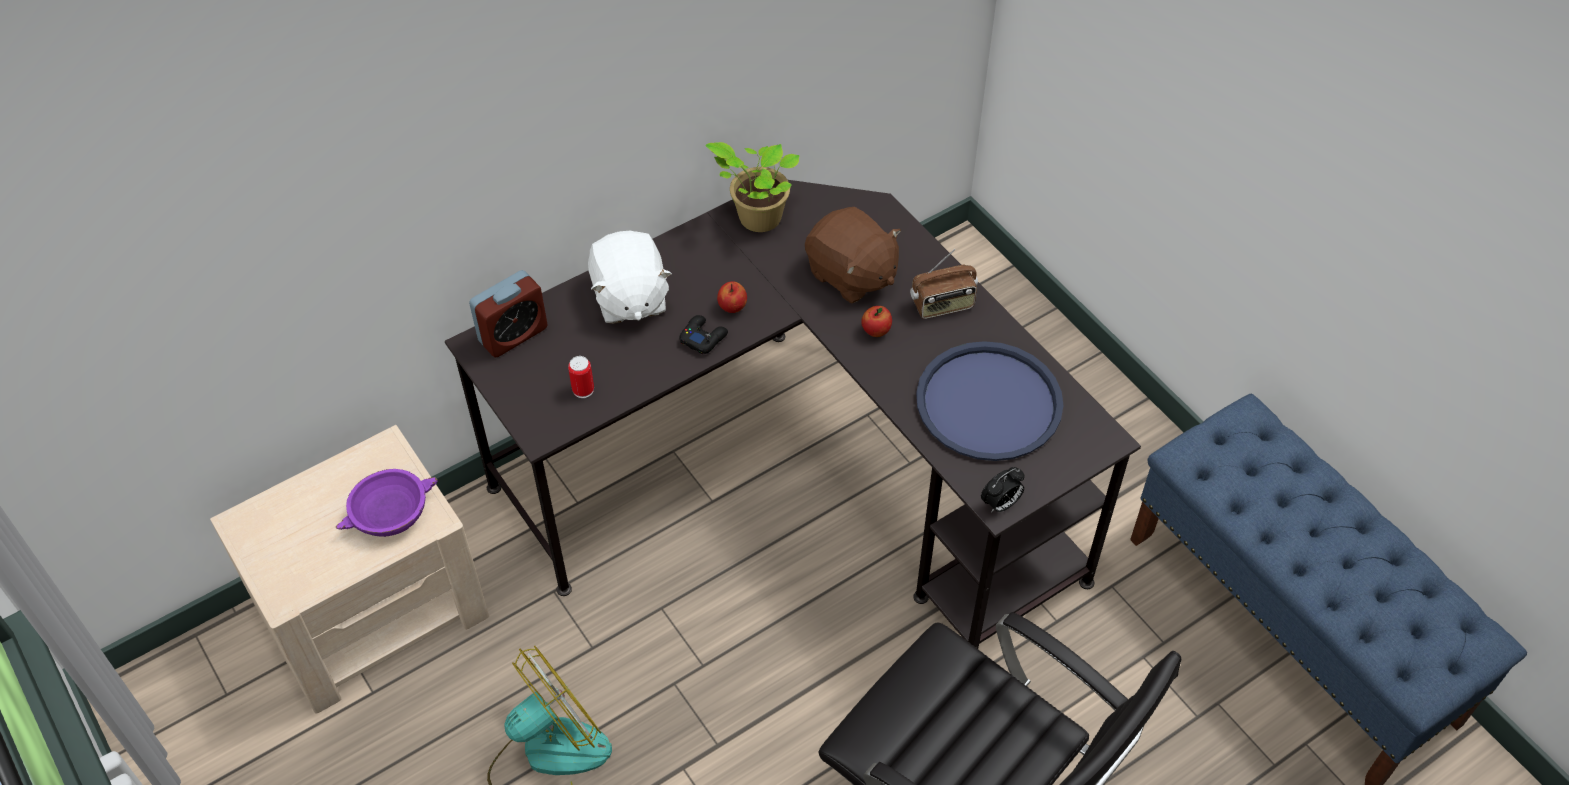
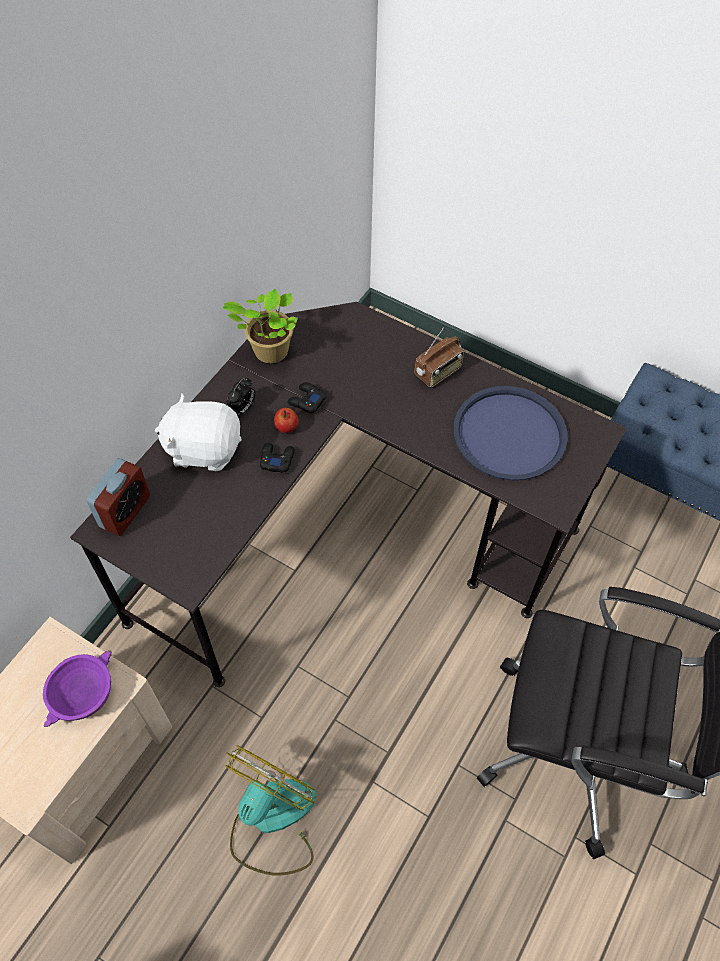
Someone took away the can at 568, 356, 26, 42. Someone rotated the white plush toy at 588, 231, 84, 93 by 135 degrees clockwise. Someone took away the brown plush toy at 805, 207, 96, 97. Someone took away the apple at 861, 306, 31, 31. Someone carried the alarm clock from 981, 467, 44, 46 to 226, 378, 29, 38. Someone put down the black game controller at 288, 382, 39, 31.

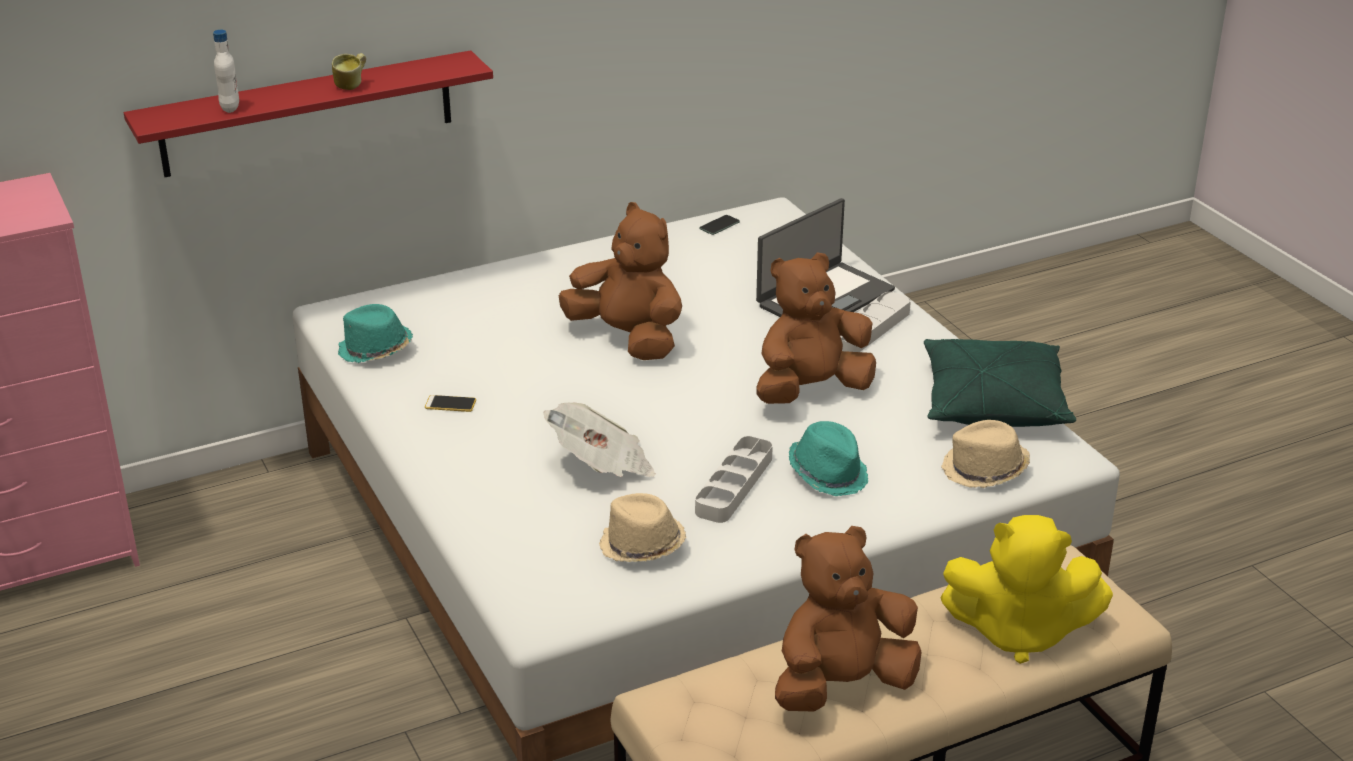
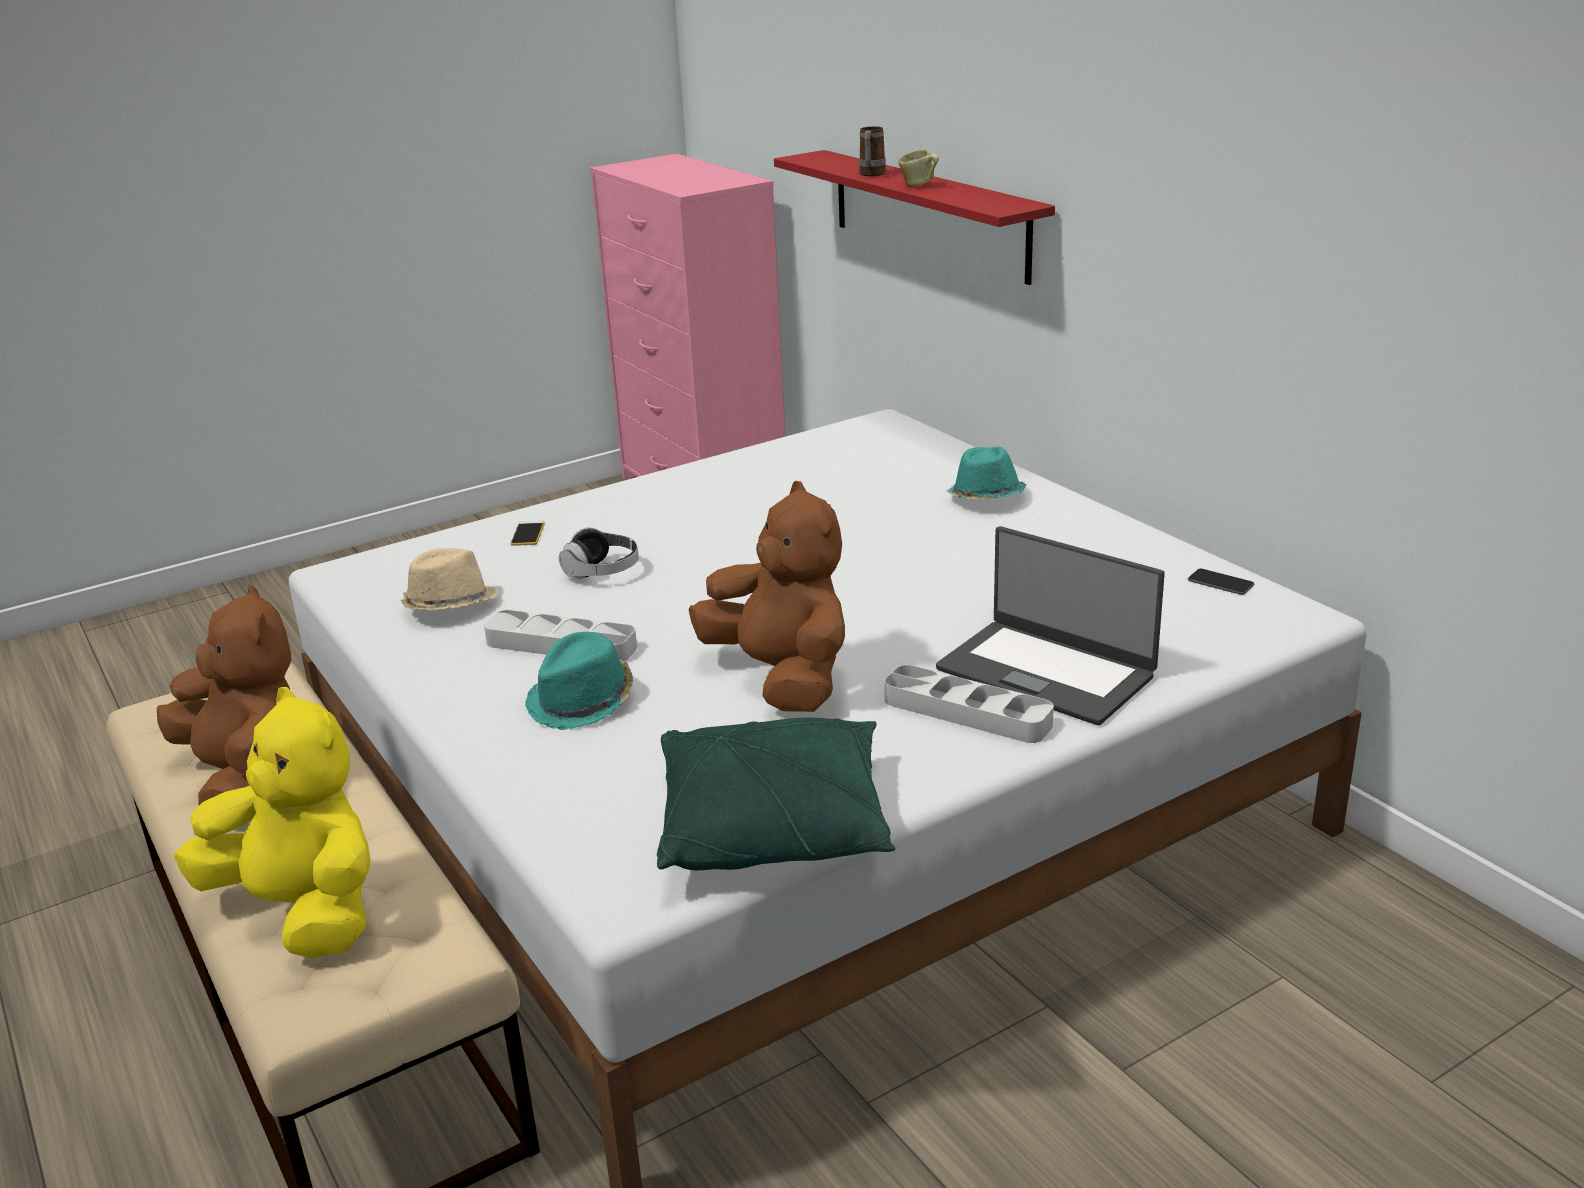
Someone took away the white bottle at 213, 30, 26, 83. Someone carried the turquoise hat from 338, 304, 75, 59 to 946, 446, 81, 54. Someone carried the phone from 425, 395, 51, 17 to 510, 521, 35, 25. Someone swapped the newspaper at 543, 403, 113, 74 for the headphones at 559, 528, 80, 51. Someone took away the brown plush toy at 559, 202, 123, 158. Someone rotated the yellow plush toy at 940, 515, 173, 149 by 120 degrees clockwise. Someone took away the beige hat at 941, 420, 89, 68. Someone put down the mug at 859, 126, 27, 50.

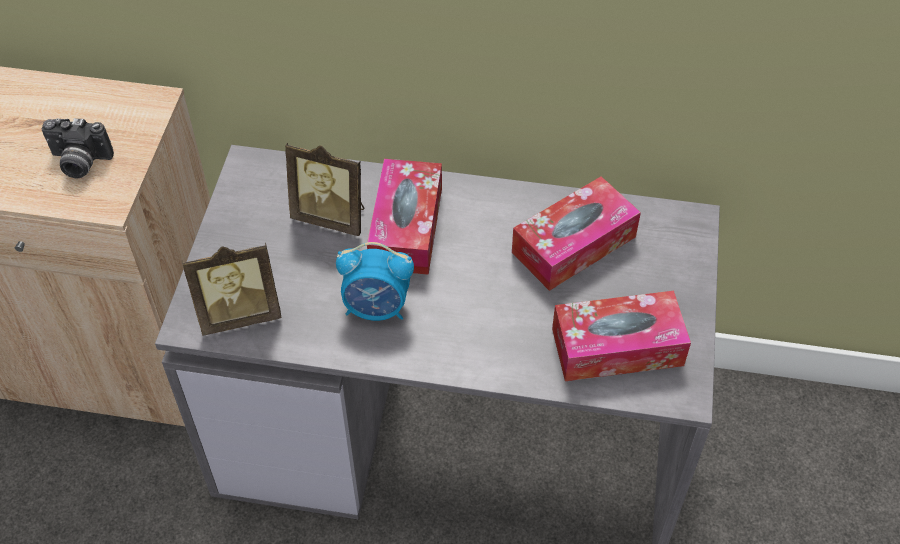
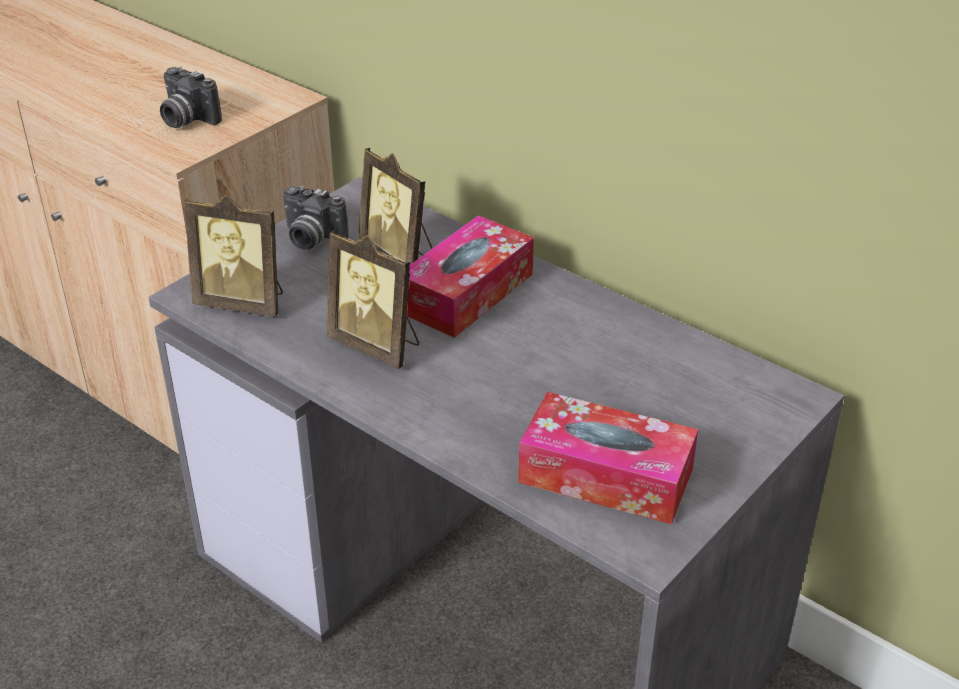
Someone swapped the alarm clock at 336, 242, 78, 79 for the picture frame at 326, 230, 93, 139. Someone took away the tissue box at 512, 176, 129, 115. Someone put down the photo camera at 283, 186, 66, 64.

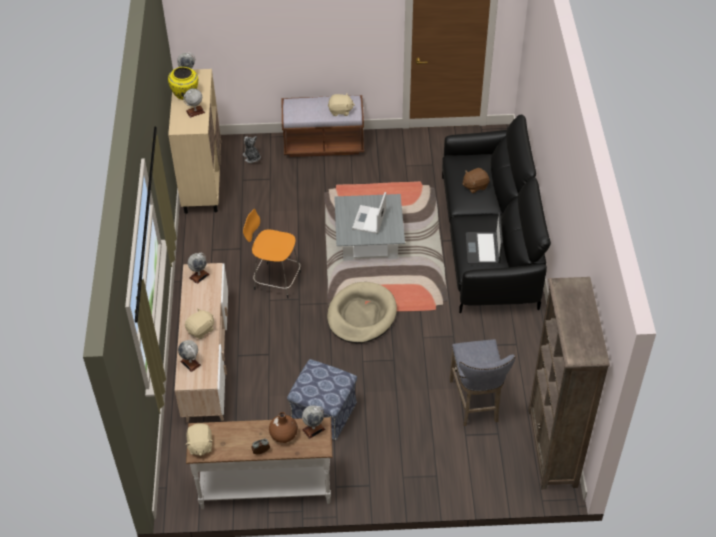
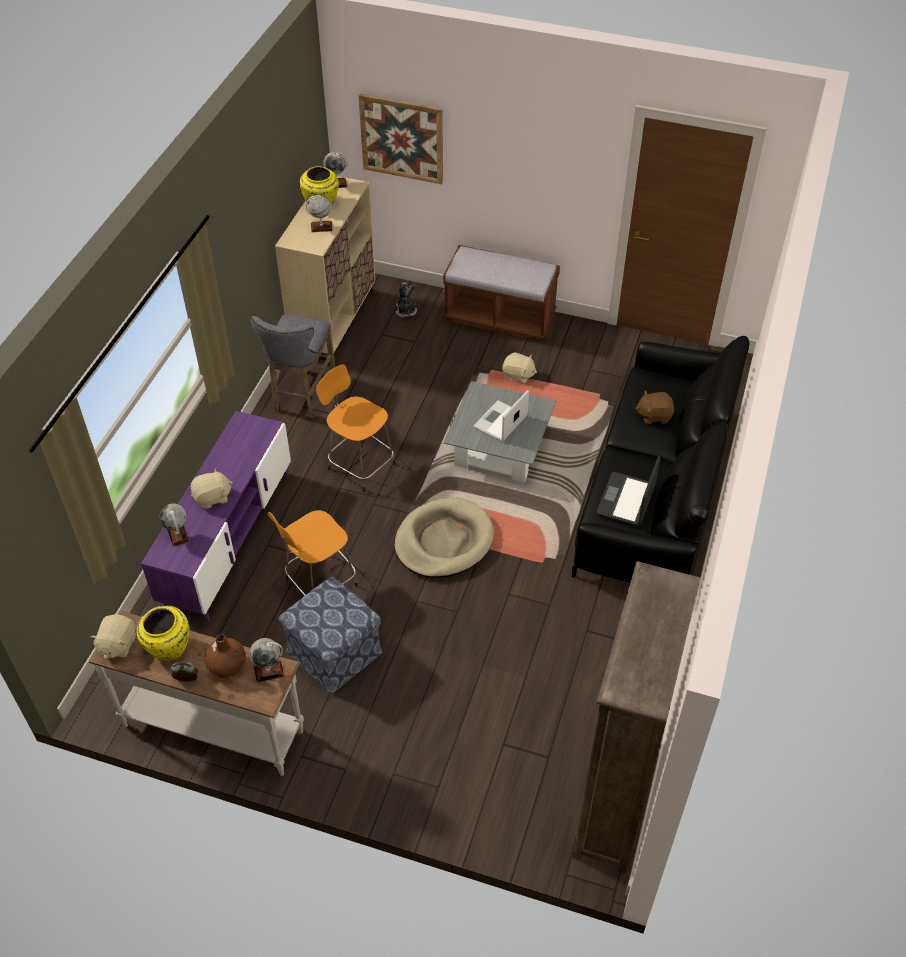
Someone repainted the beige tv stand at 175, 263, 53, 159, which became the purple tv stand at 141, 411, 150, 211. Someone took away the globe at 188, 253, 22, 31. Someone carried the beige plush toy from 328, 93, 27, 23 to 502, 353, 35, 31. Someone carried the grey stool from 449, 339, 66, 87 to 251, 315, 84, 103. Someone put down the yellow vase at 137, 606, 52, 54. Someone put down the orange stool at 268, 510, 90, 86. Someone put up the picture at 358, 94, 85, 90.

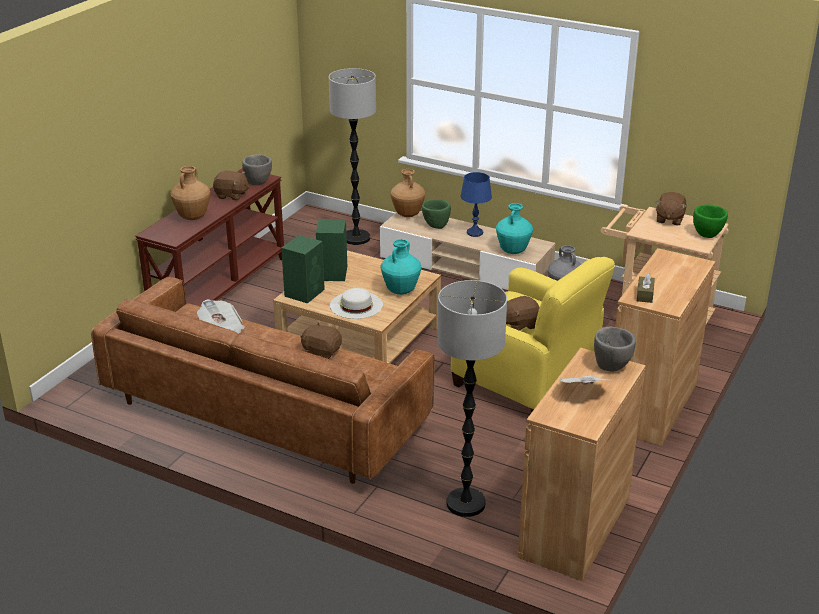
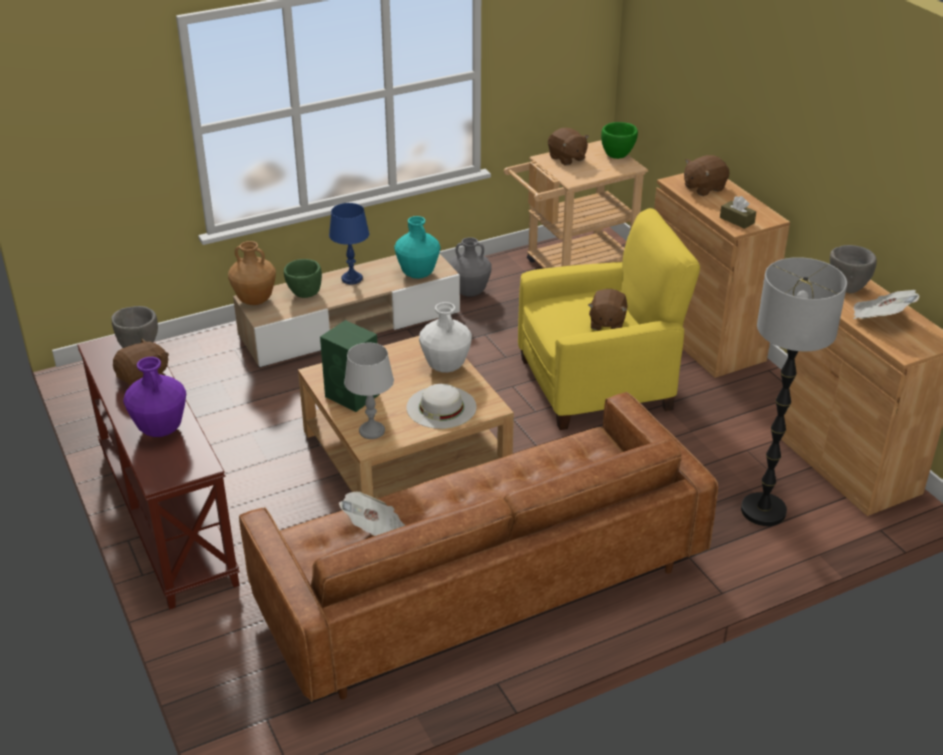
Someone repainted the brown vase at 170, 166, 40, 54, which became the purple vase at 123, 357, 63, 80. Someone swapped the green speaker at 281, 235, 44, 68 for the grey table lamp at 344, 343, 50, 96. Someone carried the brown plush toy from 301, 322, 41, 37 to 684, 155, 45, 41. Someone took away the floor lamp at 329, 68, 47, 177. Someone repainted the turquoise vase at 381, 239, 40, 56, which became the white vase at 419, 302, 53, 71.

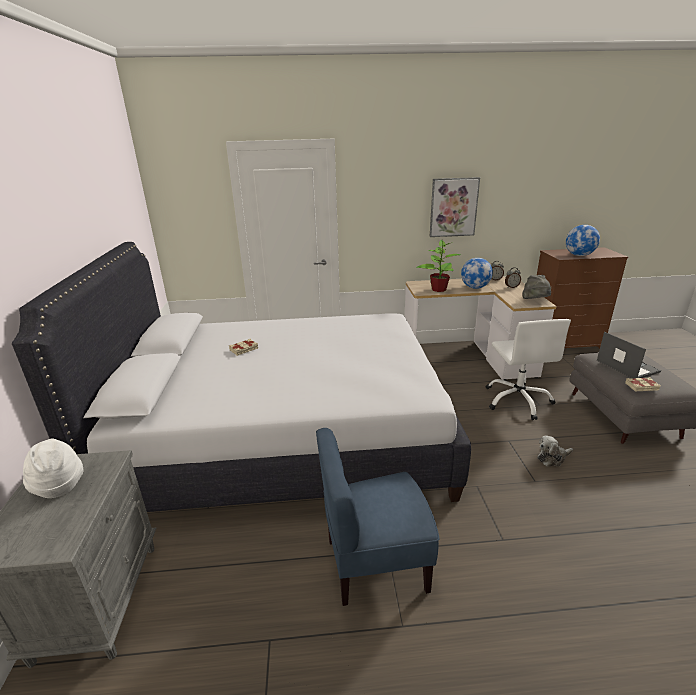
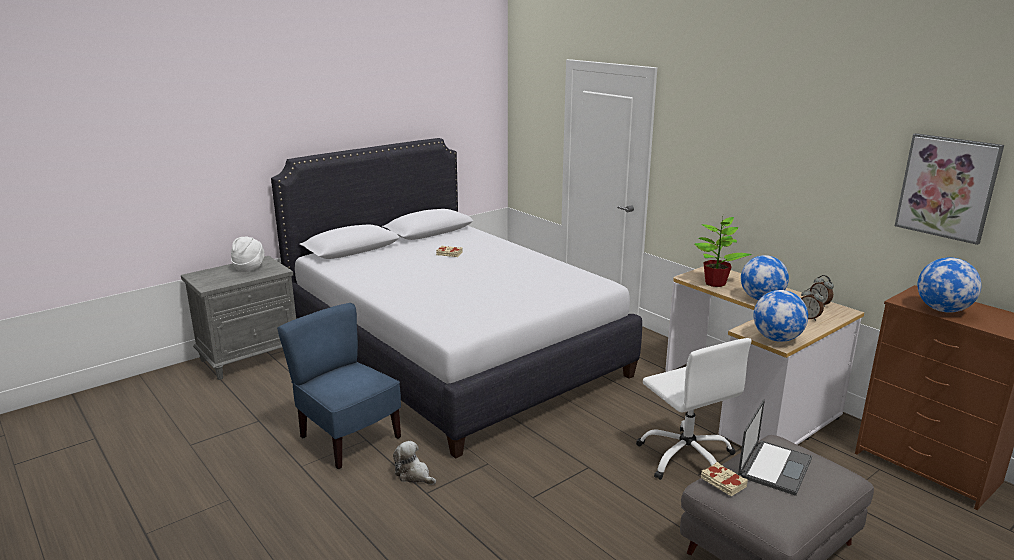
Someone carried the picture from 430, 177, 50, 60 to 895, 133, 109, 112. Someone rotated the white office chair at 486, 319, 85, 101 by 75 degrees counterclockwise. Someone swapped the grey hat at 522, 275, 29, 24 for the globe at 753, 290, 55, 52. Someone carried the plush toy from 537, 435, 36, 32 to 393, 441, 43, 44.

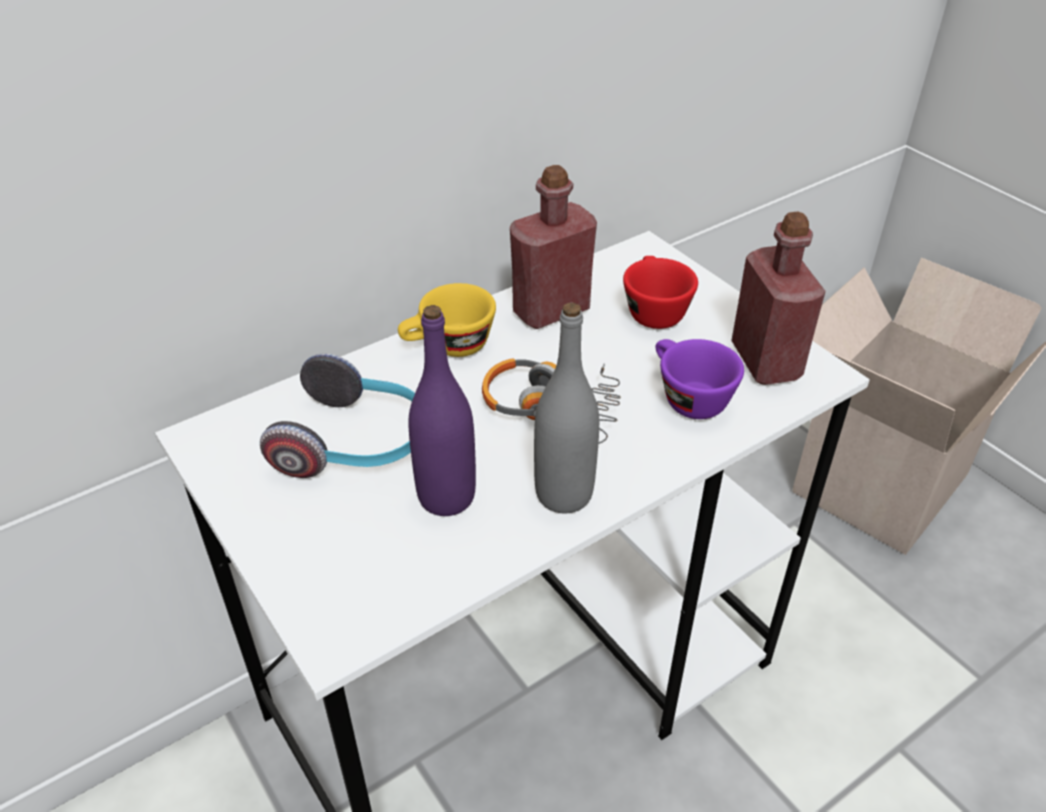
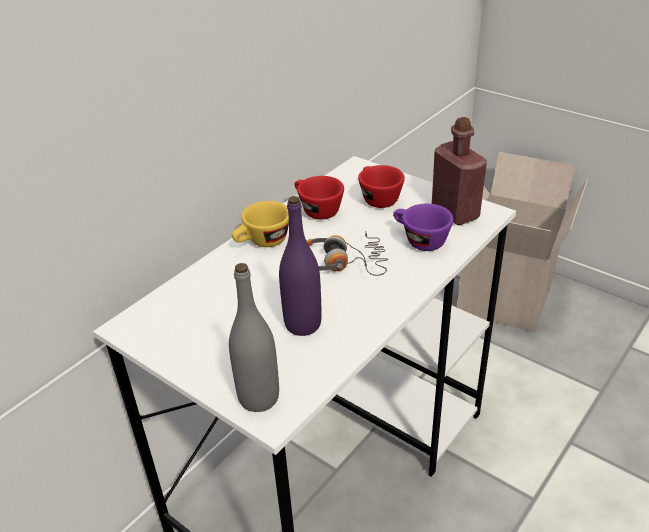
Someone took away the headphones at 260, 353, 155, 125. Someone swapped the red bottle at 510, 165, 87, 164 for the red cup at 295, 176, 49, 44. Someone carried the grey bottle from 534, 303, 65, 210 to 229, 263, 50, 149.

